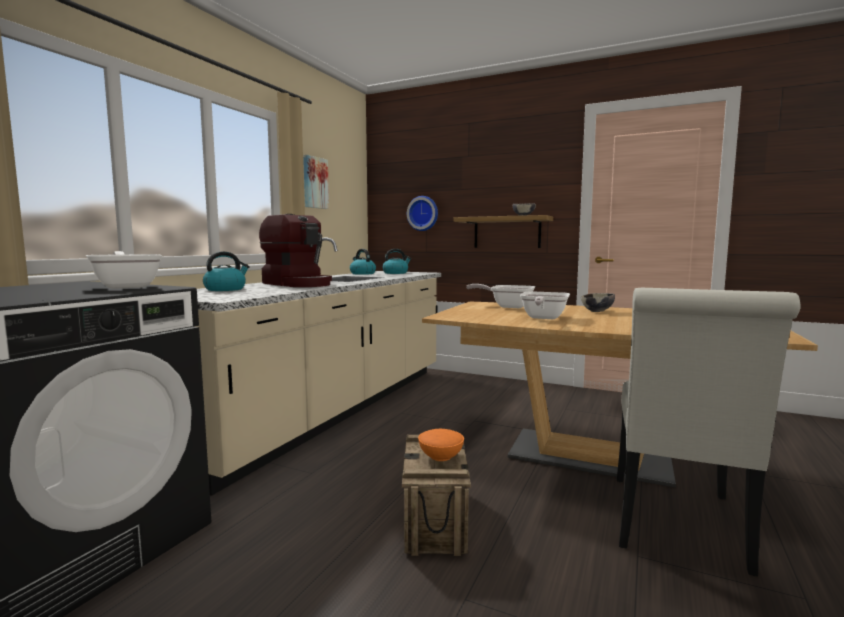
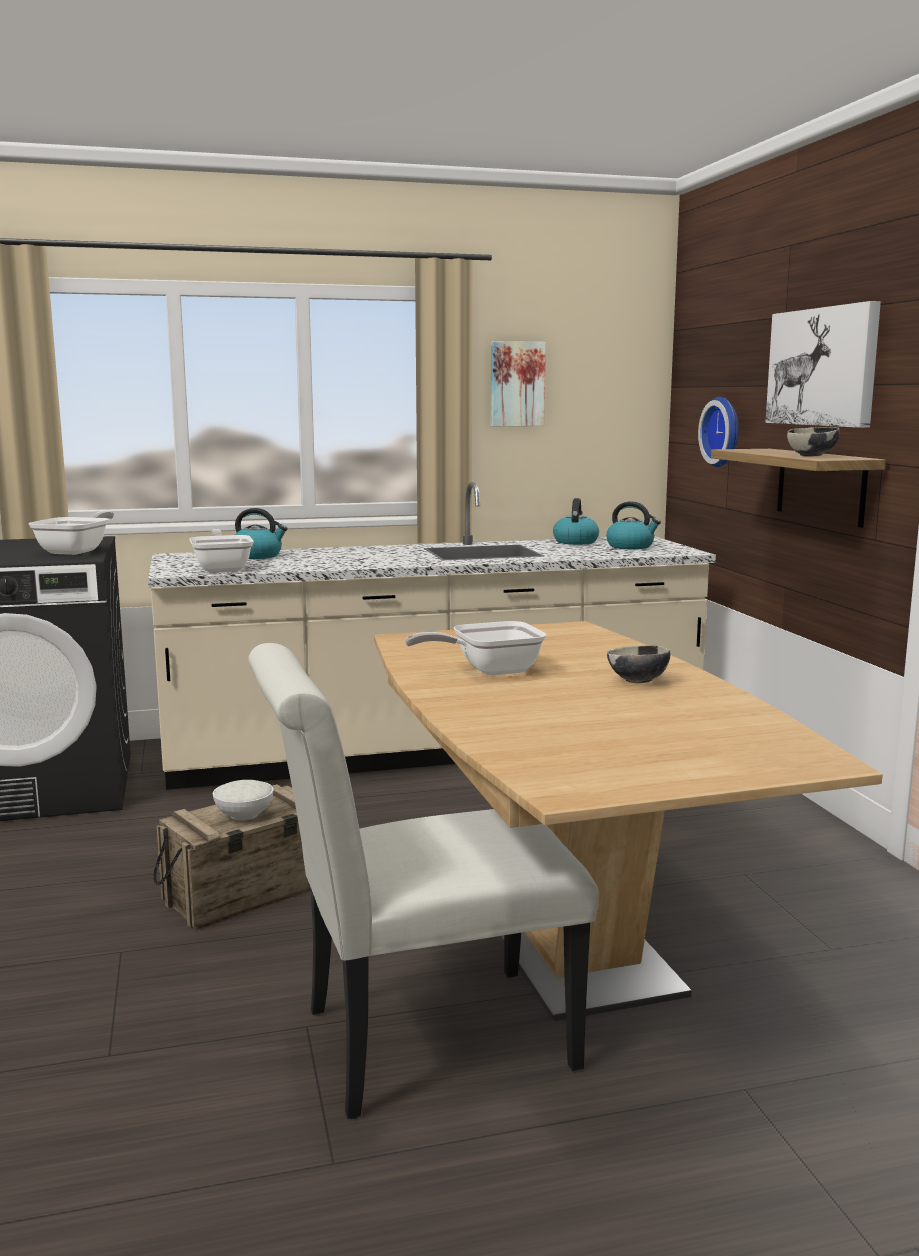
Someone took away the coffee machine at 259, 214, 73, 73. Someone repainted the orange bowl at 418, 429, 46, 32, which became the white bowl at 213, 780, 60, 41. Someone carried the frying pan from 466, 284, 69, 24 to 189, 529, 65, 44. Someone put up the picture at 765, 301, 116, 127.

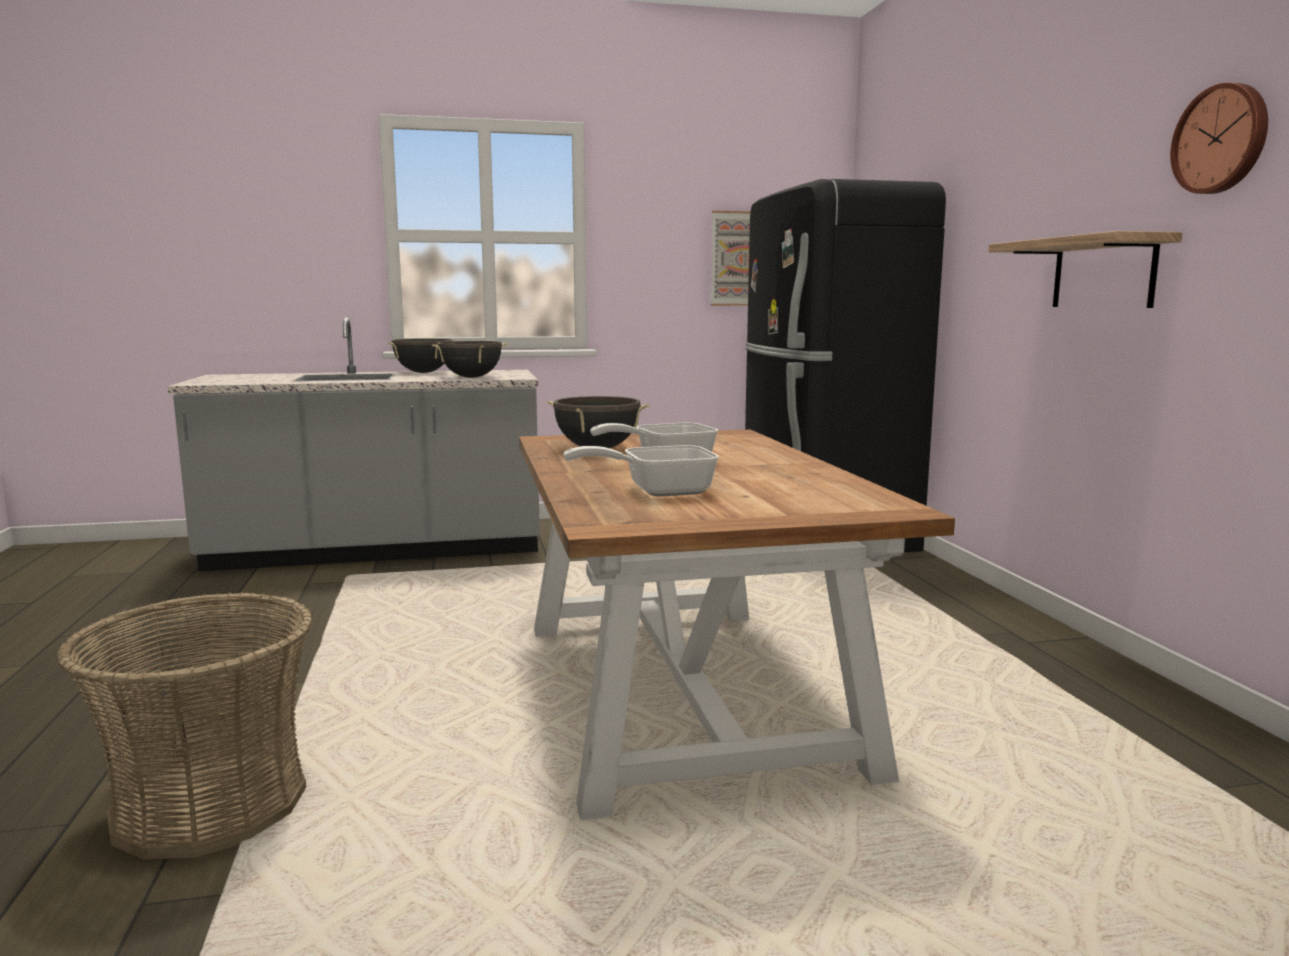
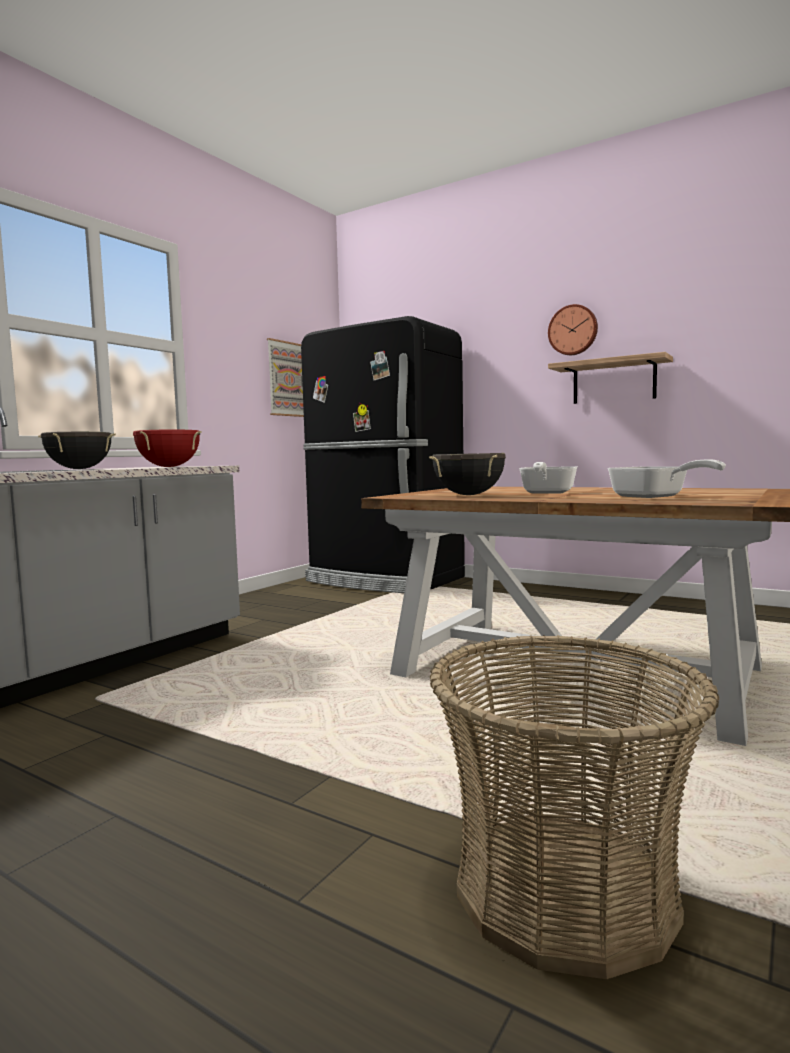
Someone repainted the black cooking pot at 432, 341, 76, 37, which became the red cooking pot at 133, 429, 69, 38. Someone rotated the frying pan at 563, 445, 156, 52 by 60 degrees counterclockwise. Someone carried the wall clock from 1170, 83, 98, 111 to 548, 304, 50, 51.

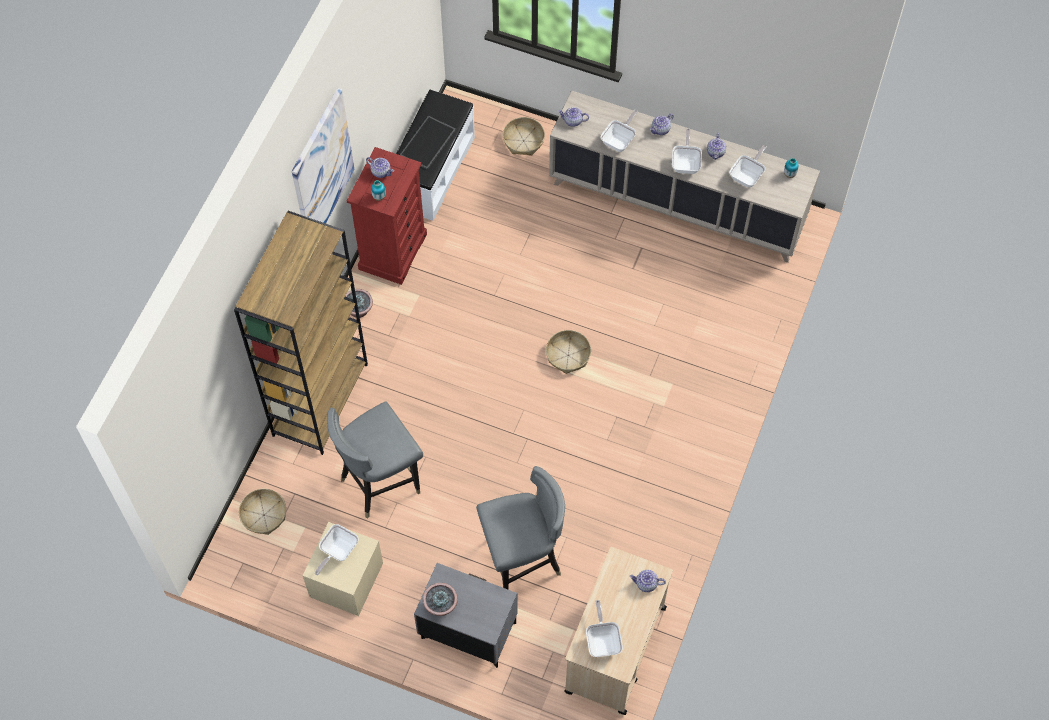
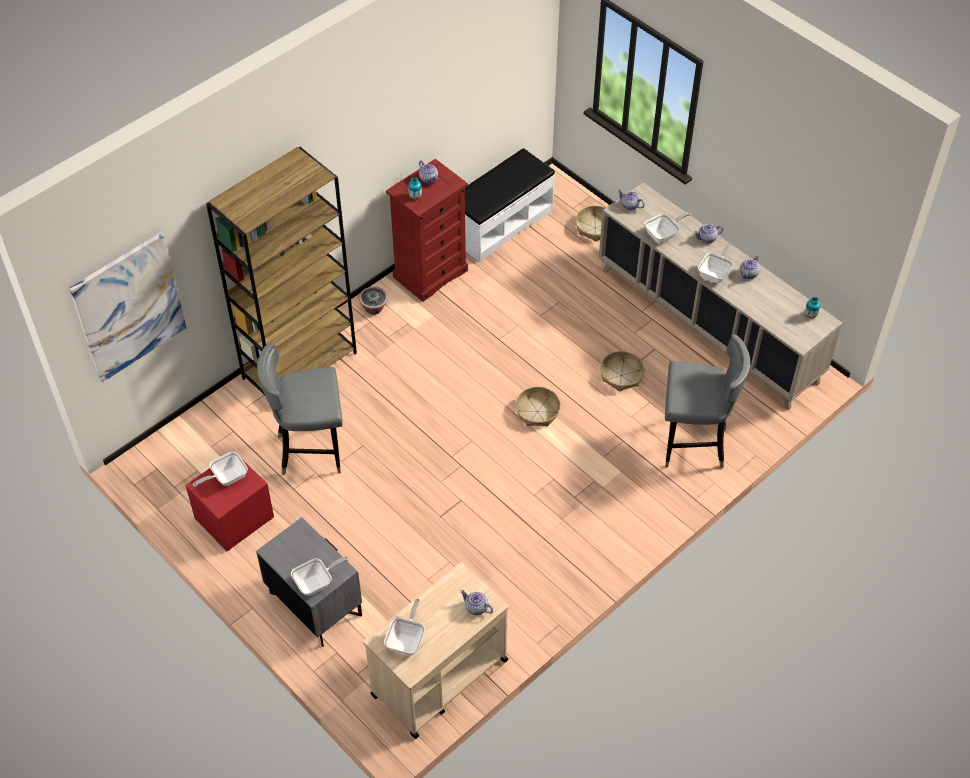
Someone carried the basket from 239, 489, 47, 46 to 600, 351, 44, 40. Someone carried the picture from 292, 88, 63, 135 to 69, 232, 118, 151. Someone repainted the beige nightstand at 302, 522, 81, 94, which became the red nightstand at 185, 451, 89, 100. Someone took away the tray at 400, 116, 56, 54. Someone took away the potted plant at 423, 583, 35, 33. Someone carried the grey chair from 476, 466, 89, 124 to 665, 334, 85, 134. Someone carried the frying pan from 730, 145, 37, 43 to 291, 556, 58, 40.

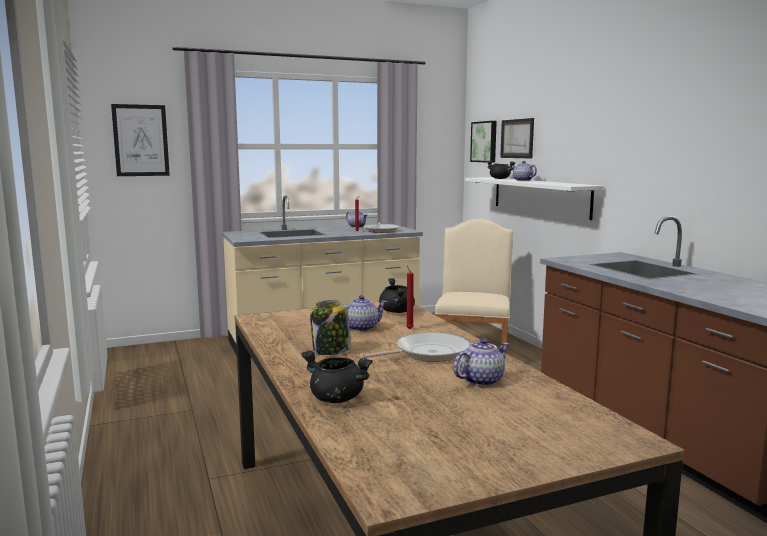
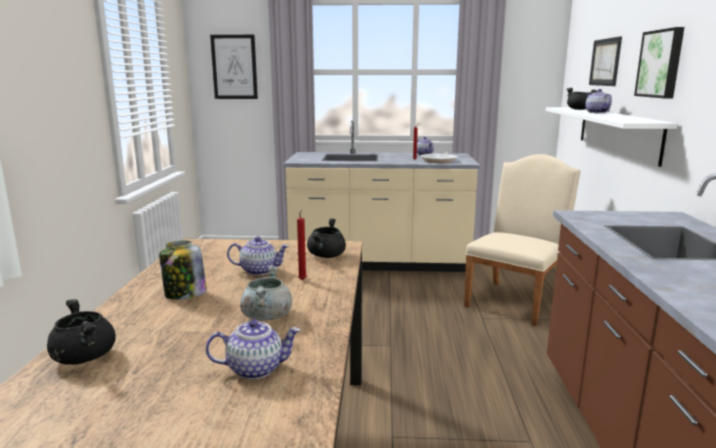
Someone swapped the frying pan at 361, 332, 109, 30 for the grey cooking pot at 240, 266, 52, 54. Someone carried the picture from 470, 121, 27, 42 to 634, 27, 50, 71.

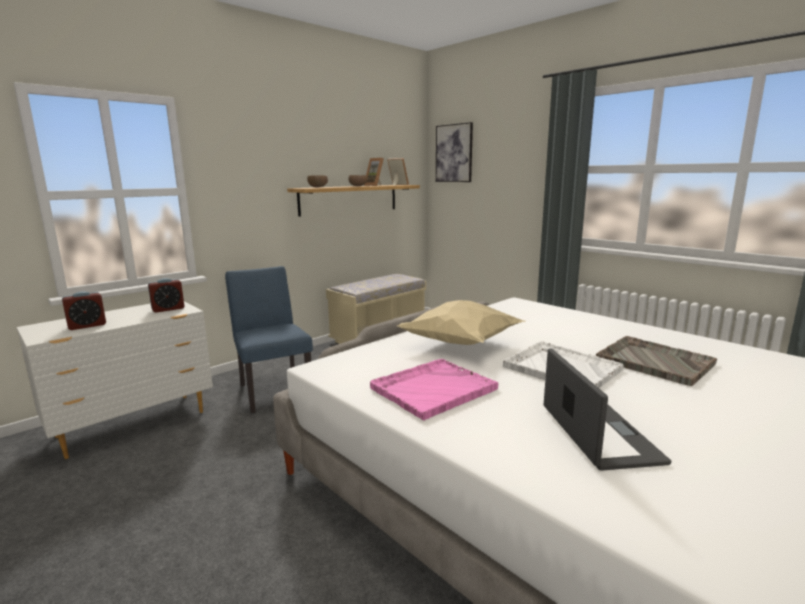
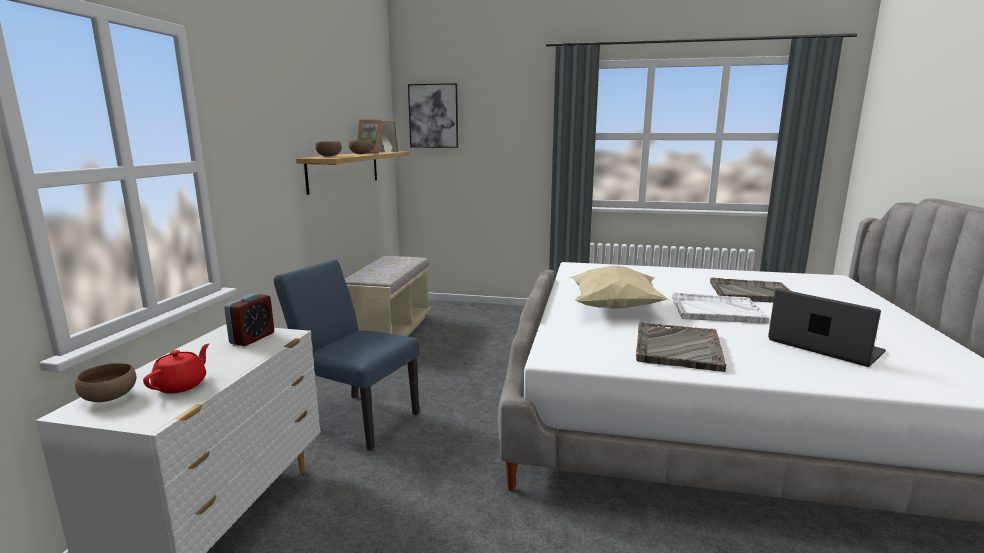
Someone swapped the alarm clock at 62, 291, 44, 39 for the red teapot at 143, 343, 66, 51. Someone repainted the pink tray at 370, 359, 128, 62, which became the grey tray at 636, 322, 91, 50. Someone put down the brown bowl at 75, 363, 62, 39.

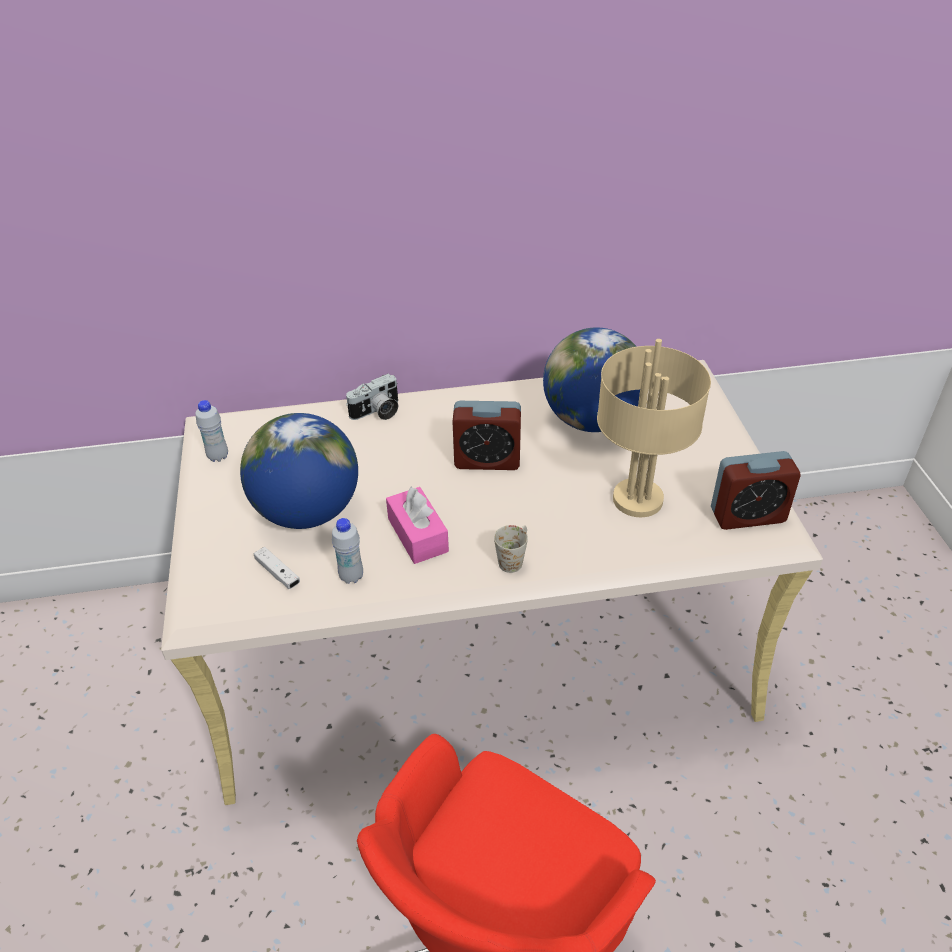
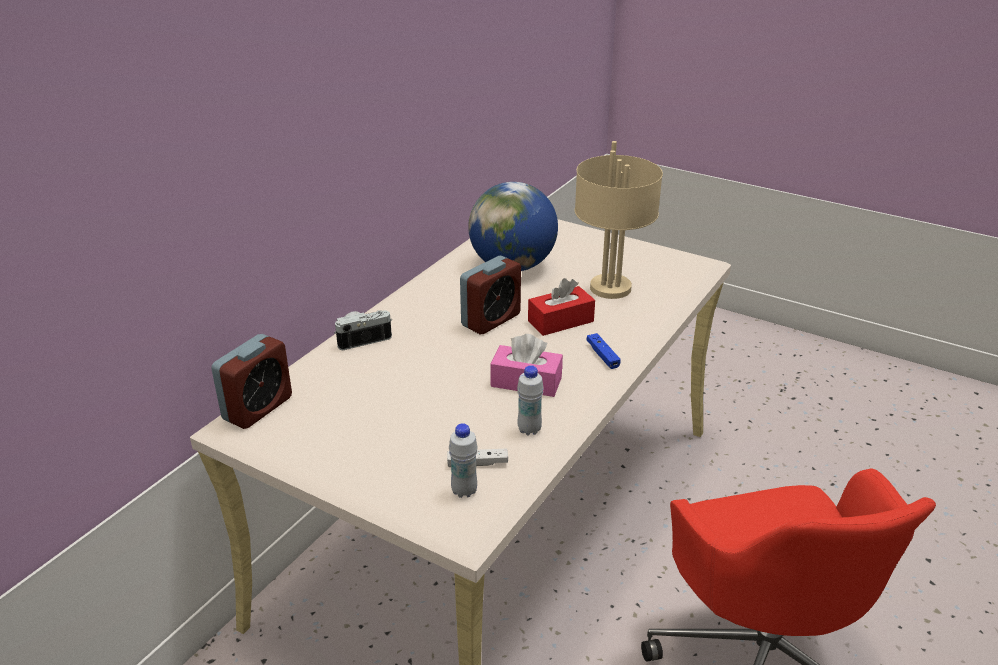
Someone carried the white bottle from 195, 400, 33, 62 to 449, 423, 29, 75. Someone took away the globe at 240, 413, 118, 116. Someone rotated the photo camera at 346, 373, 52, 47 by 120 degrees counterclockwise. Someone swapped the white mug at 494, 525, 34, 48 for the blue game controller at 587, 333, 34, 36. Someone carried the alarm clock from 711, 451, 90, 79 to 211, 334, 81, 95. Someone put down the red tissue box at 528, 278, 67, 58.

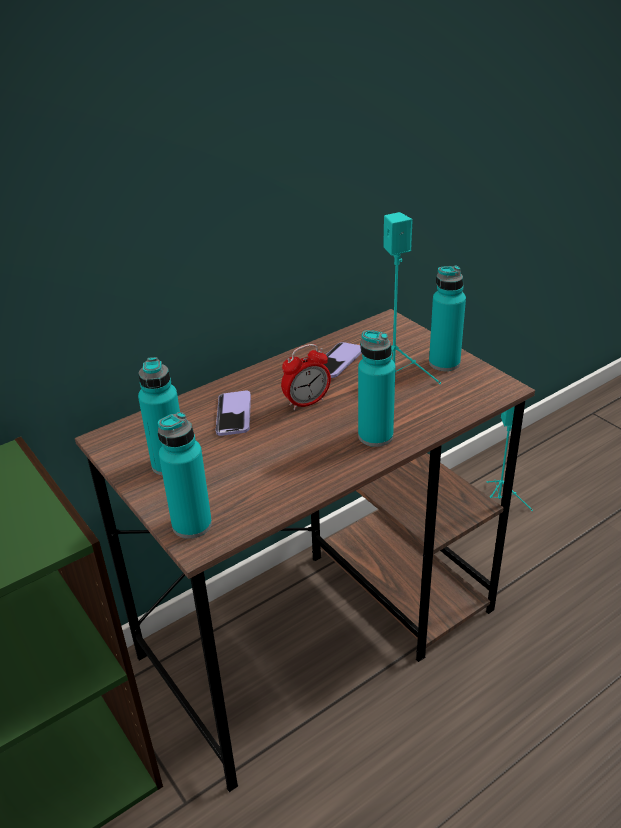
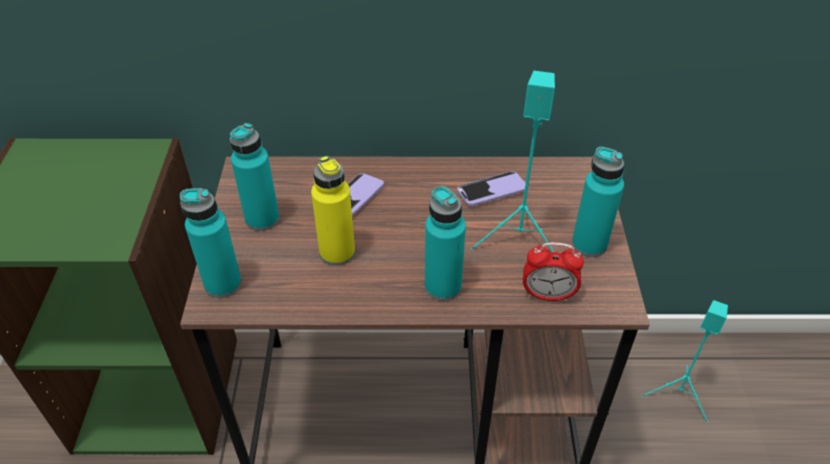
Someone carried the alarm clock from 281, 344, 50, 66 to 523, 242, 61, 59. Someone put down the yellow bottle at 311, 156, 44, 110.

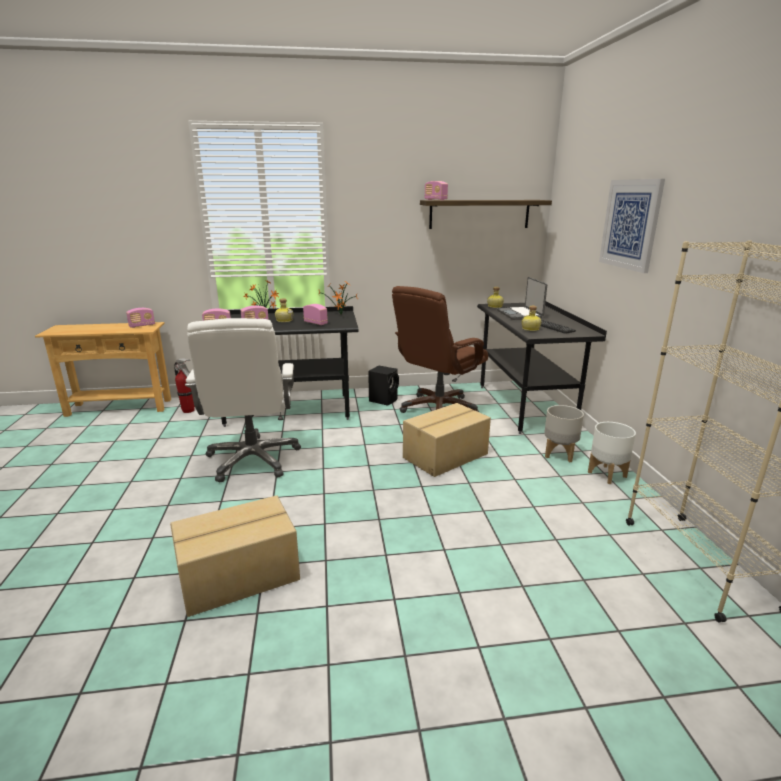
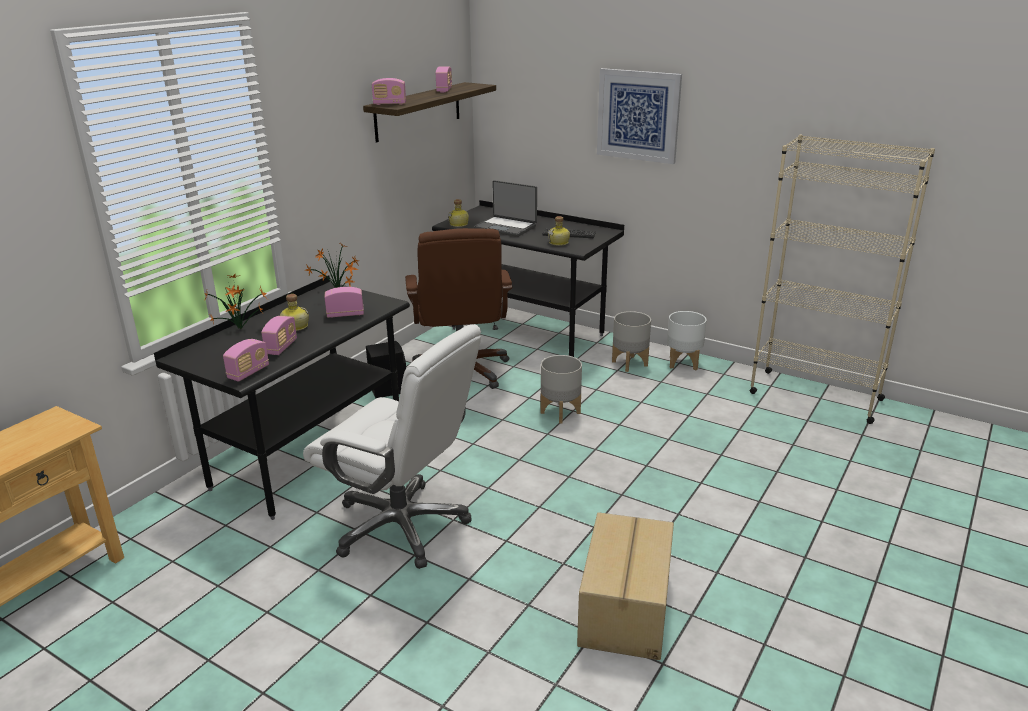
Someone carried the radio from 126, 308, 29, 20 to 436, 67, 16, 25. Someone took away the fire extinguisher at 174, 358, 21, 55. Someone swapped the cardboard box at 403, 403, 88, 74 for the grey planter at 541, 355, 41, 68.

